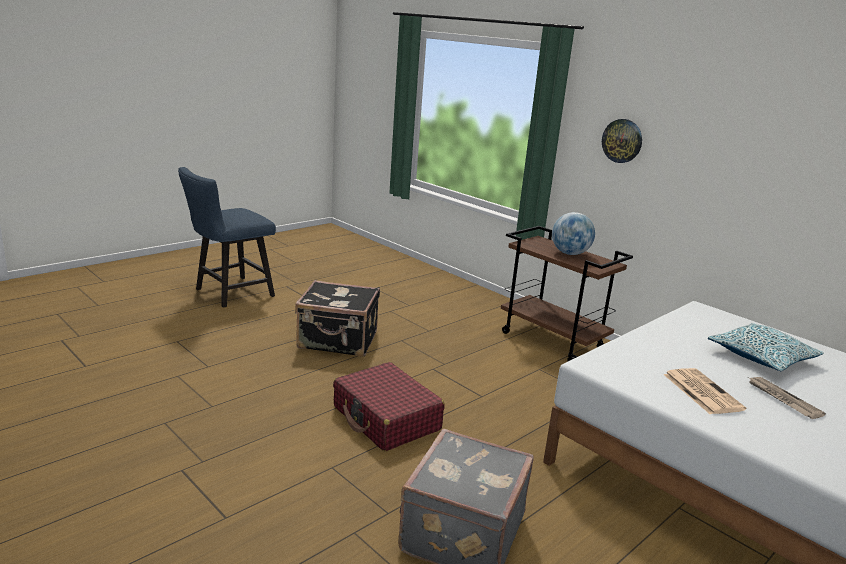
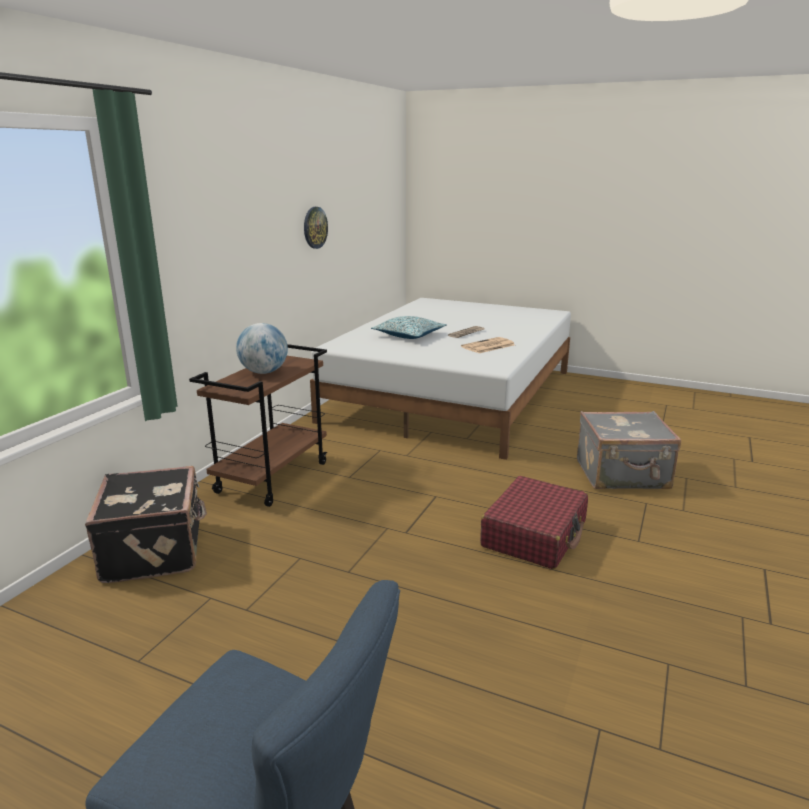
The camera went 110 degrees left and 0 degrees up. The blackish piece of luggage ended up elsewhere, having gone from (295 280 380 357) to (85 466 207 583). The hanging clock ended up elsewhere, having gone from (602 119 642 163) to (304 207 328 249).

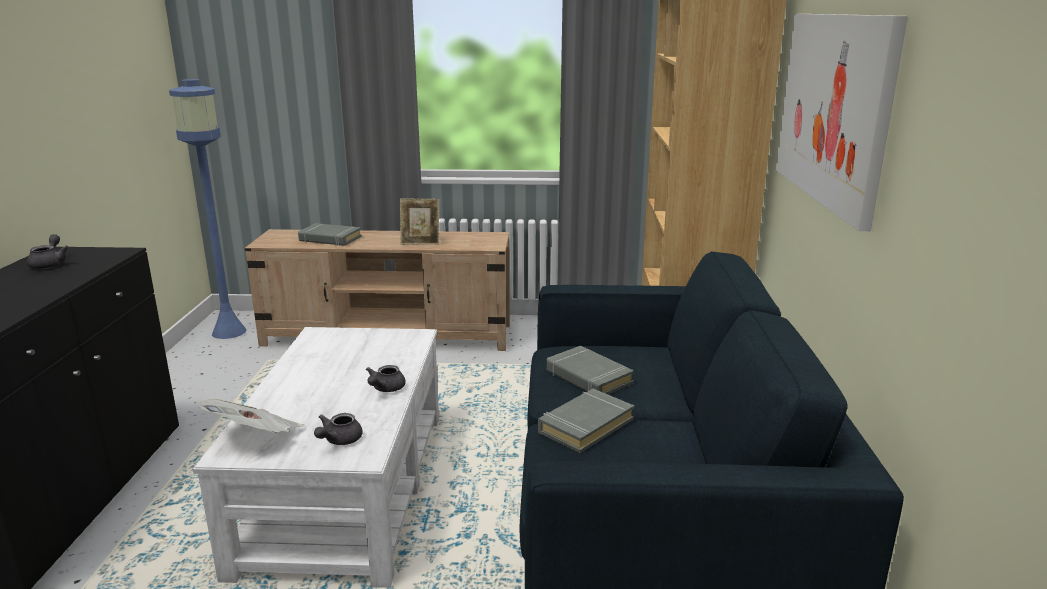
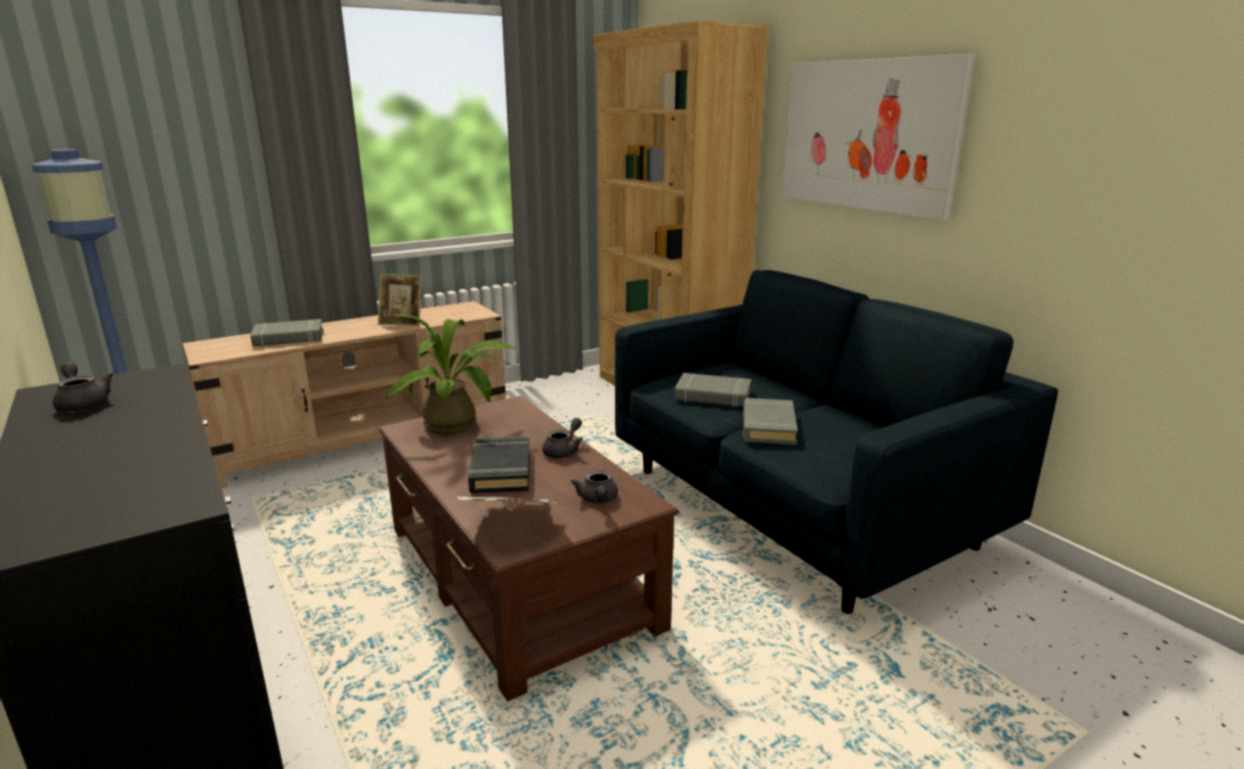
The camera went 35 degrees left and 0 degrees up. The second view gained the houseplant at (384 314 517 435). The second view gained the blackish bound book at (468 437 530 493). What was the white-coloured low table at (193 327 439 588) turned into the brown low table at (379 396 678 702). The gray pot for tea at (366 365 406 392) ended up facing another way, 135 degrees counterclockwise from before. The photo frame at (400 199 439 245) ended up facing another way, 45 degrees clockwise from before.

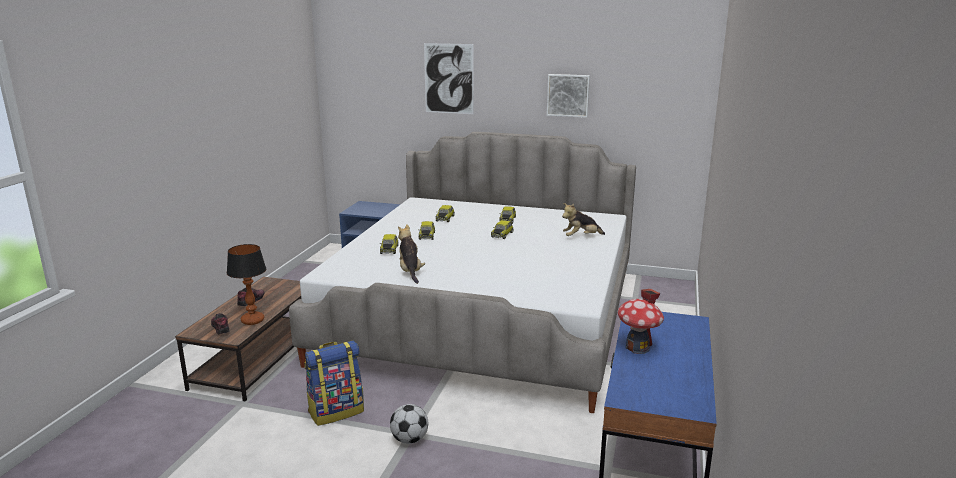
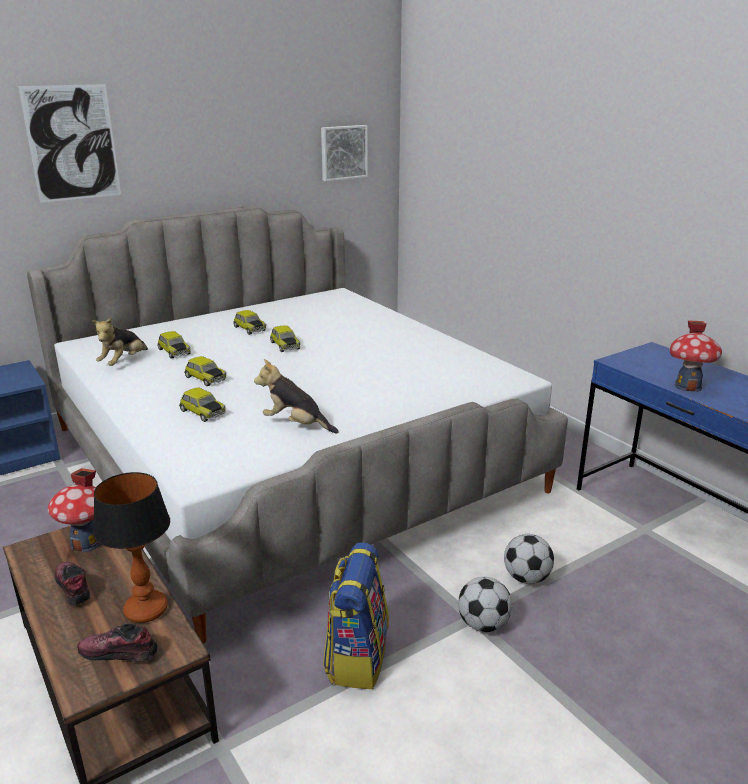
The camera went 50 degrees left and 5 degrees up. The second view gained the toy house at (48 468 101 553). The second view gained the ball for football at (504 534 554 584). The picture ended up elsewhere, having gone from (547 74 590 118) to (321 125 368 181). The cuddly toy ended up elsewhere, having gone from (562 203 605 236) to (92 317 148 366).

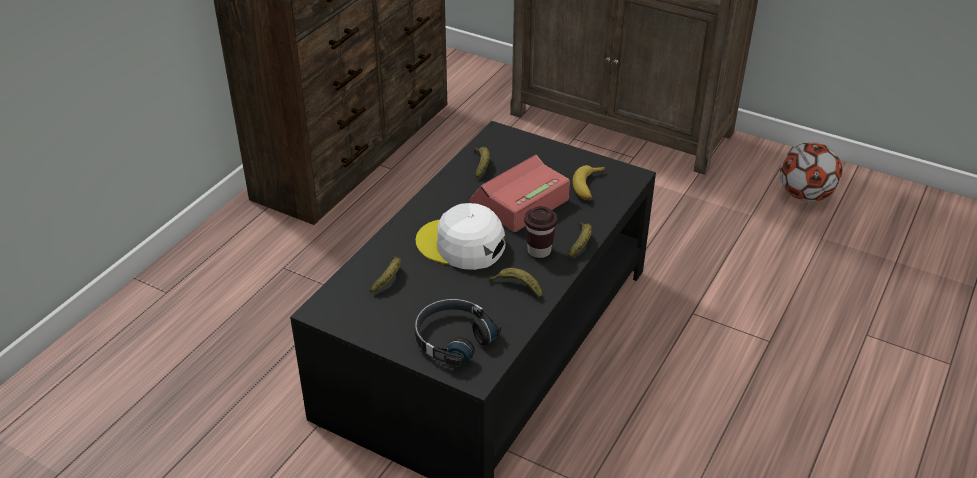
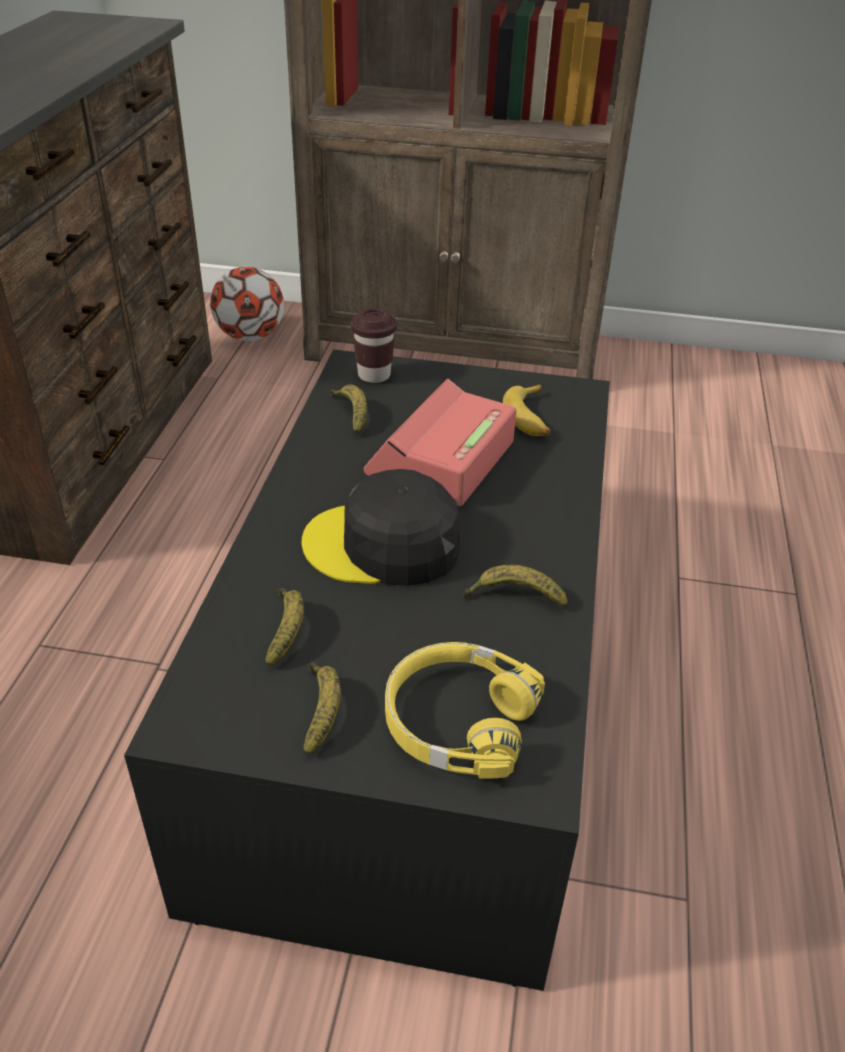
The camera went 20 degrees left and 0 degrees up. The brown cup ended up elsewhere, having gone from (524 206 557 258) to (351 308 397 383). The banana fruit ended up elsewhere, having gone from (568 222 592 257) to (303 662 341 754). The ball for football ended up elsewhere, having gone from (780 142 842 202) to (210 267 284 341). What was the blackish headphones at (415 299 501 367) turned into the yellowish headphones at (385 642 545 779). What was the white-coloured peaked cap at (416 203 506 270) turned into the blackish peaked cap at (302 469 461 586).

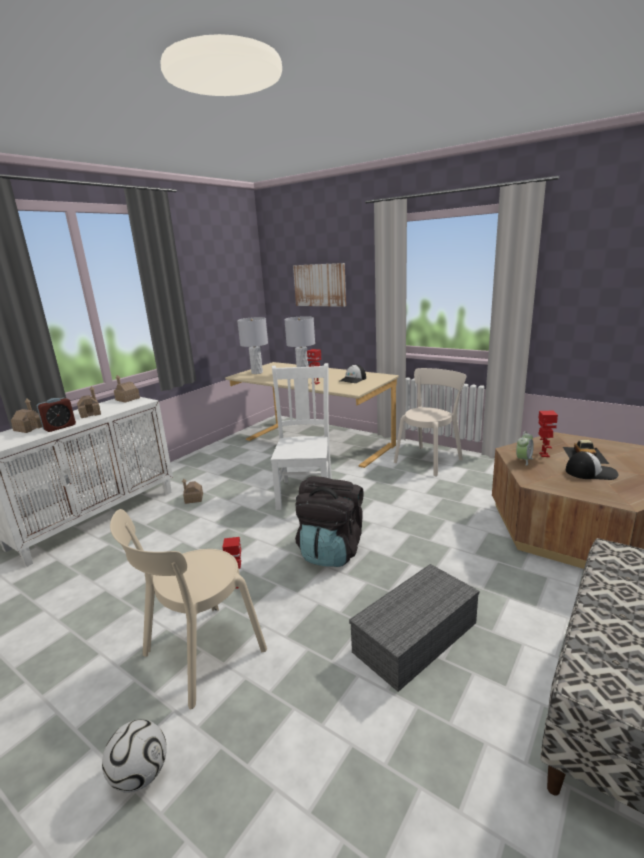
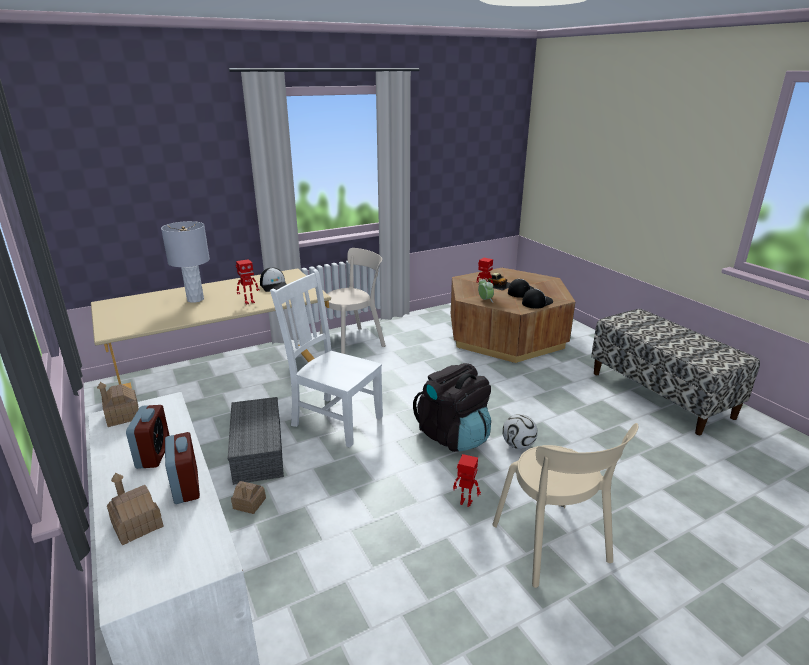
The camera went 65 degrees left and 5 degrees up. The second view lost the gray lamp for a table at (237 317 268 374). The second view lost the picture at (293 263 346 307). The second view gained the peaked cap at (522 289 553 309). The ball for football ended up elsewhere, having gone from (102 719 167 792) to (502 414 538 449). The gray storage bin ended up elsewhere, having gone from (349 564 479 692) to (228 397 284 485). Where the toy house stood at (77 386 101 418), the alarm clock came to stand at (126 405 170 469). The beige-coloured upright chair at (394 368 466 476) ended up facing another way, 75 degrees clockwise from before.

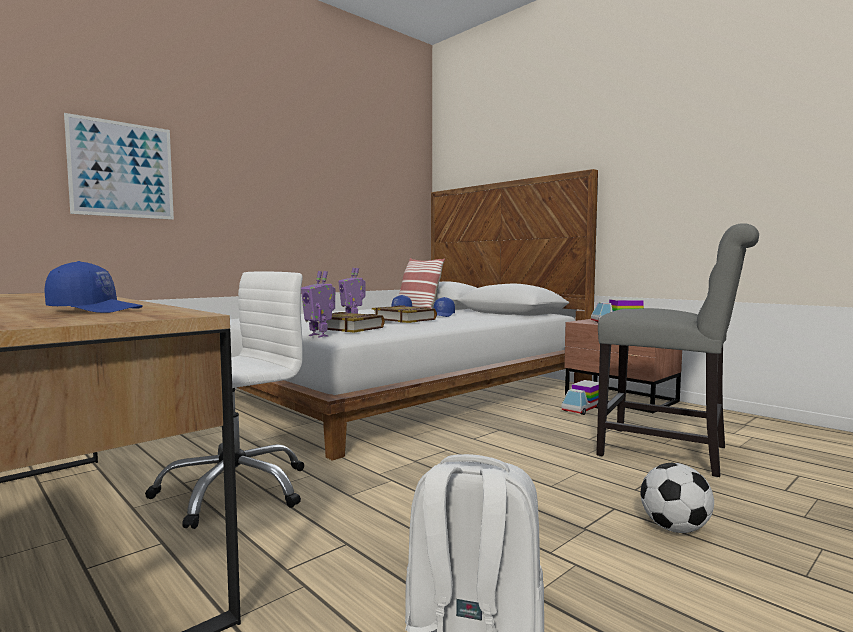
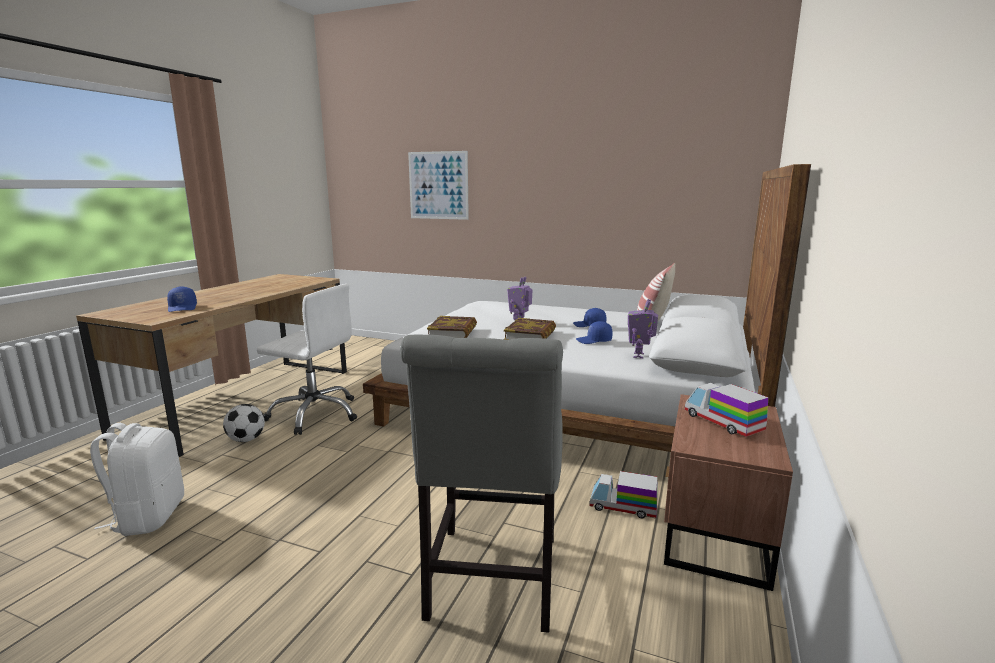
The camera went 65 degrees right and 10 degrees up. The robot figure ended up elsewhere, having gone from (301 271 335 338) to (628 299 658 358). The ball for football ended up elsewhere, having gone from (641 463 714 533) to (223 404 265 442).

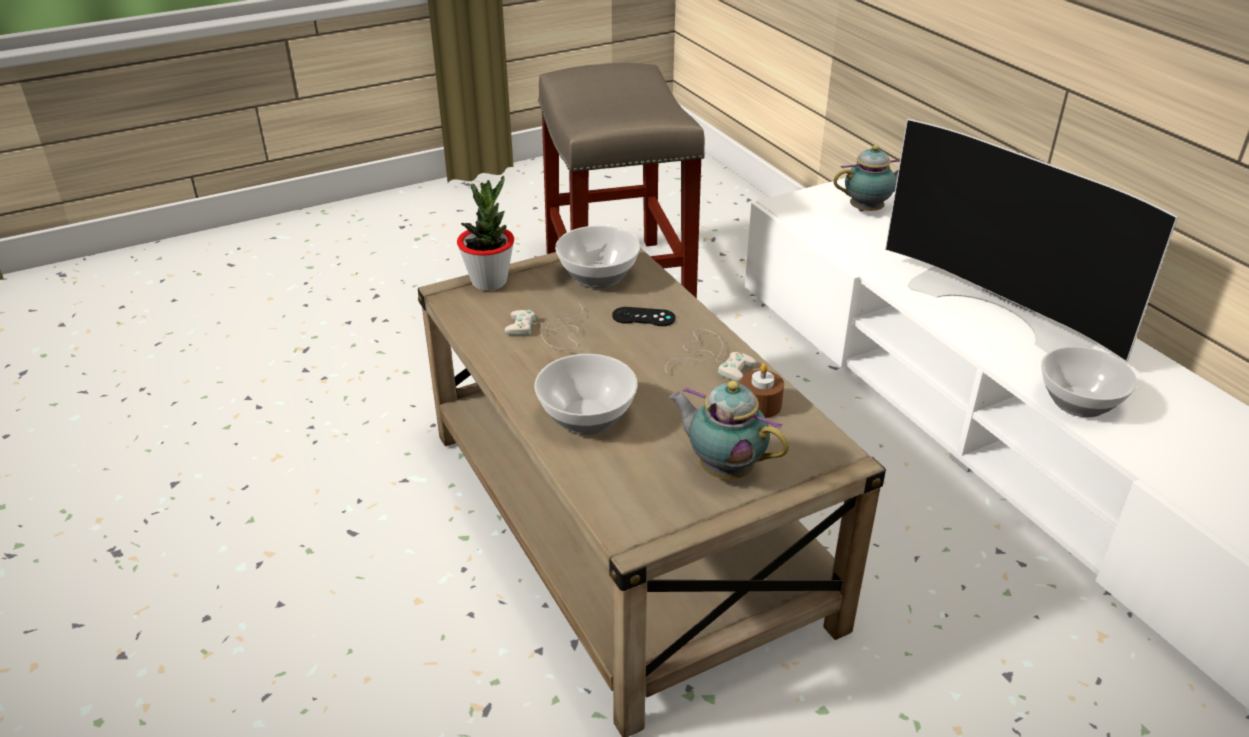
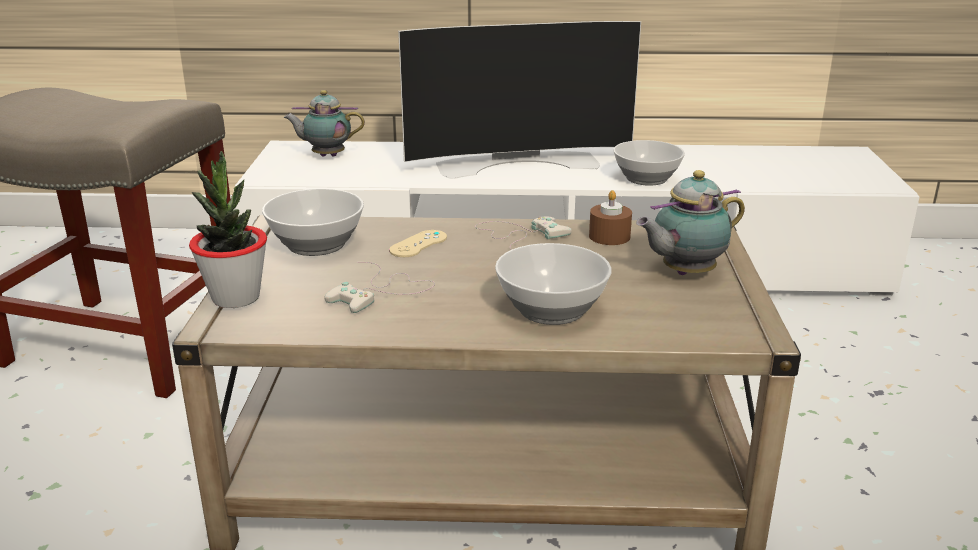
The camera went 60 degrees left and 10 degrees down. What was the blackish joypad at (612 307 676 326) turned into the beige-coloured joypad at (389 230 447 257). The pot for tea at (833 145 900 211) ended up facing another way, 105 degrees counterclockwise from before.

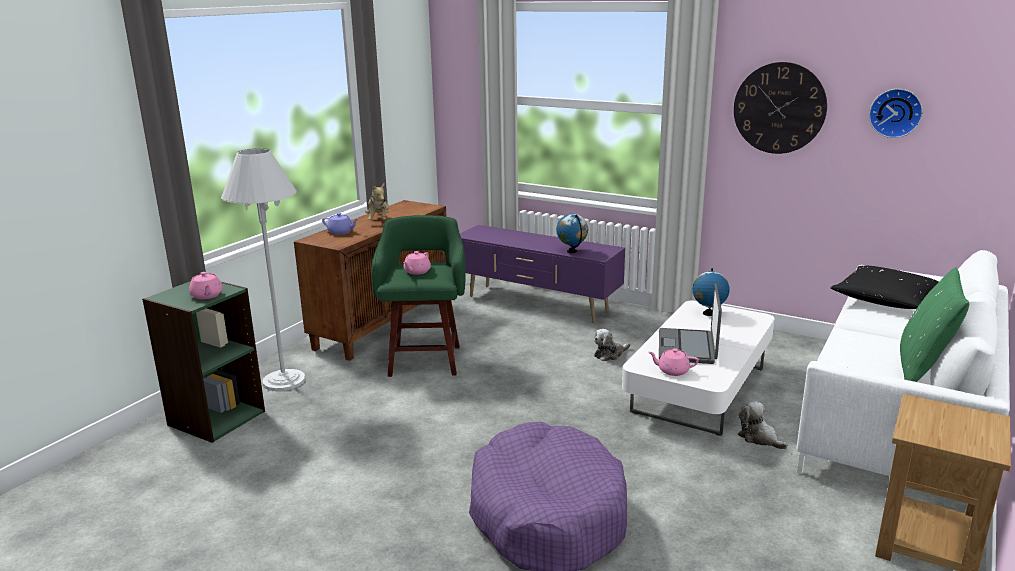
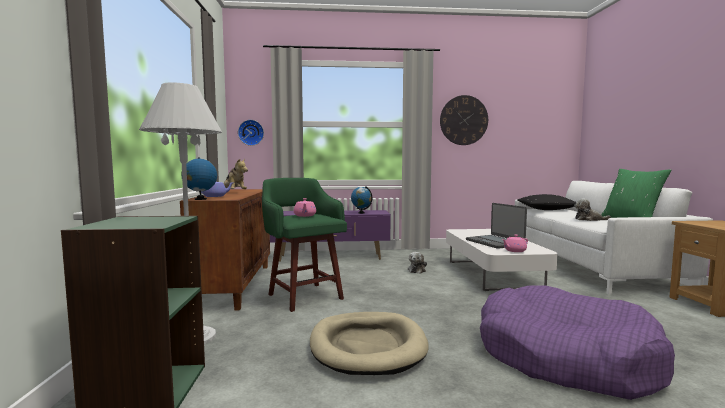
The camera went 35 degrees left and 15 degrees down. The second view lost the pinkish pot for tea at (189 272 223 299). The second view gained the beige-coloured dog bed at (310 312 429 375). The globe ended up elsewhere, having gone from (692 268 730 316) to (181 157 217 200). The cuddly toy ended up elsewhere, having gone from (738 401 788 449) to (574 198 611 221). The hanging clock ended up elsewhere, having gone from (869 89 923 138) to (238 120 264 146).

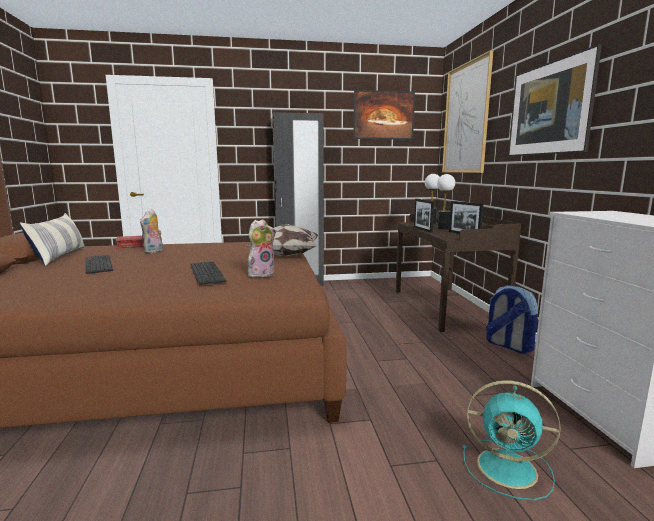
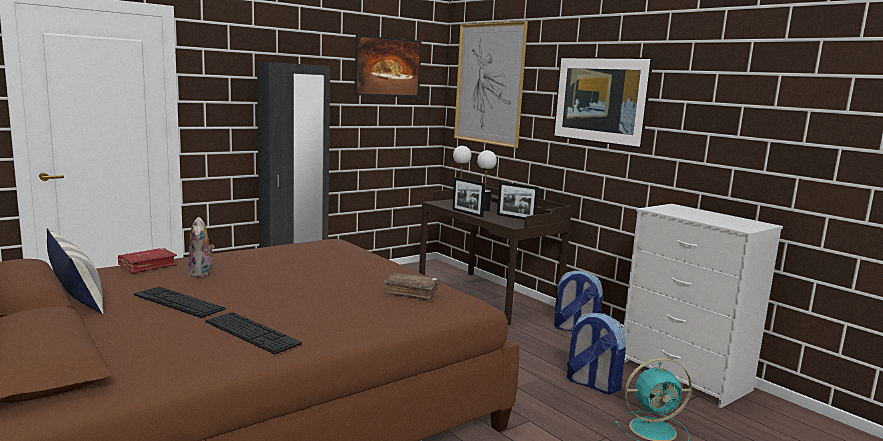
The camera went 30 degrees left and 0 degrees up. The second view lost the cushion at (246 224 319 256). The second view gained the rucksack at (567 313 626 395). The PC keyboard ended up elsewhere, having gone from (190 261 227 285) to (205 312 302 354). Where the cuddly toy stood at (247 219 276 277), the brown bound book came to stand at (383 272 439 301).

